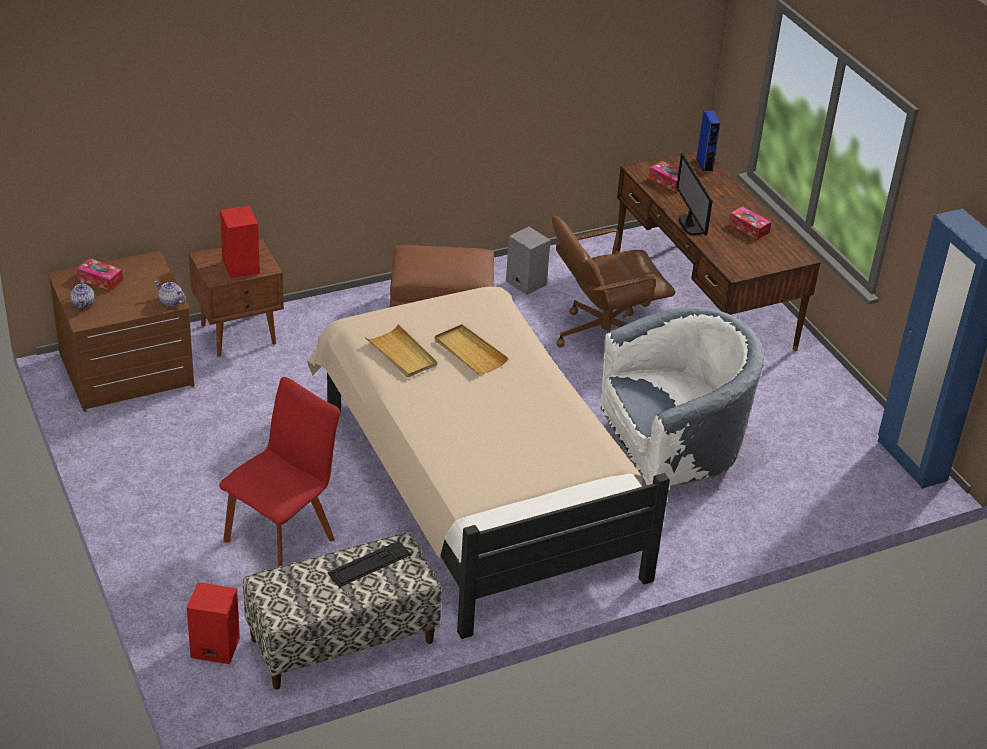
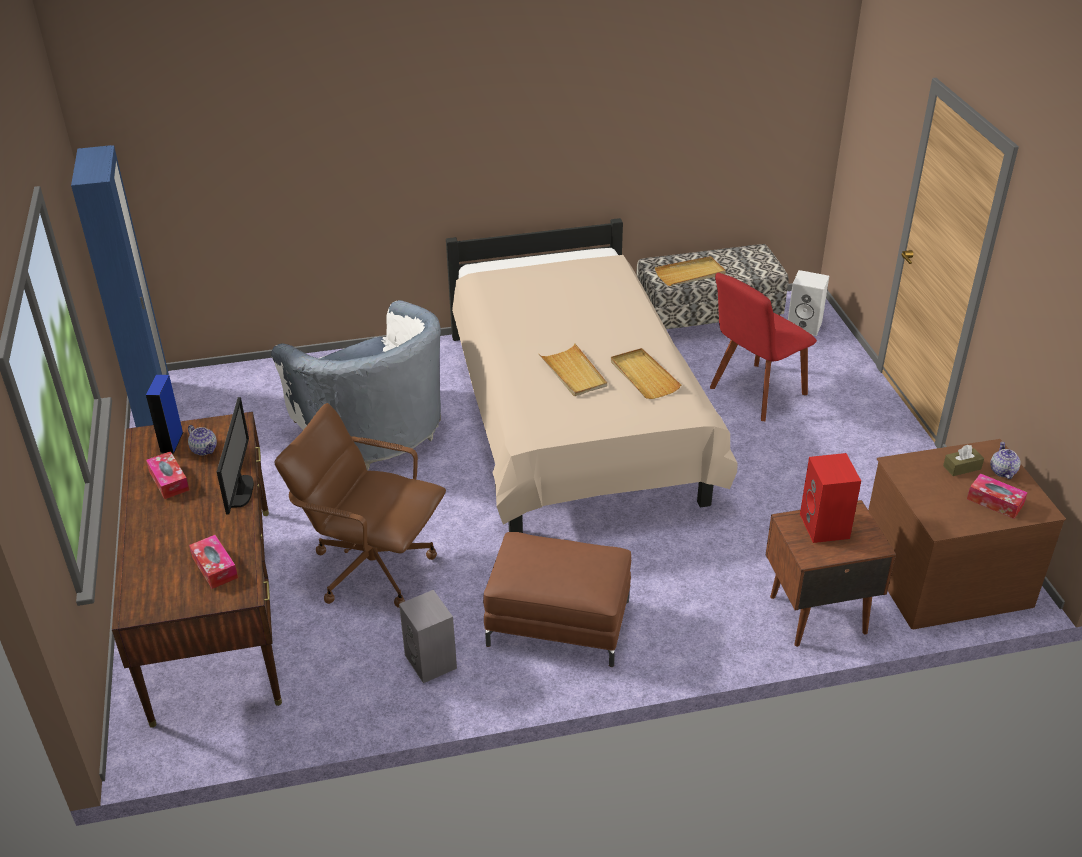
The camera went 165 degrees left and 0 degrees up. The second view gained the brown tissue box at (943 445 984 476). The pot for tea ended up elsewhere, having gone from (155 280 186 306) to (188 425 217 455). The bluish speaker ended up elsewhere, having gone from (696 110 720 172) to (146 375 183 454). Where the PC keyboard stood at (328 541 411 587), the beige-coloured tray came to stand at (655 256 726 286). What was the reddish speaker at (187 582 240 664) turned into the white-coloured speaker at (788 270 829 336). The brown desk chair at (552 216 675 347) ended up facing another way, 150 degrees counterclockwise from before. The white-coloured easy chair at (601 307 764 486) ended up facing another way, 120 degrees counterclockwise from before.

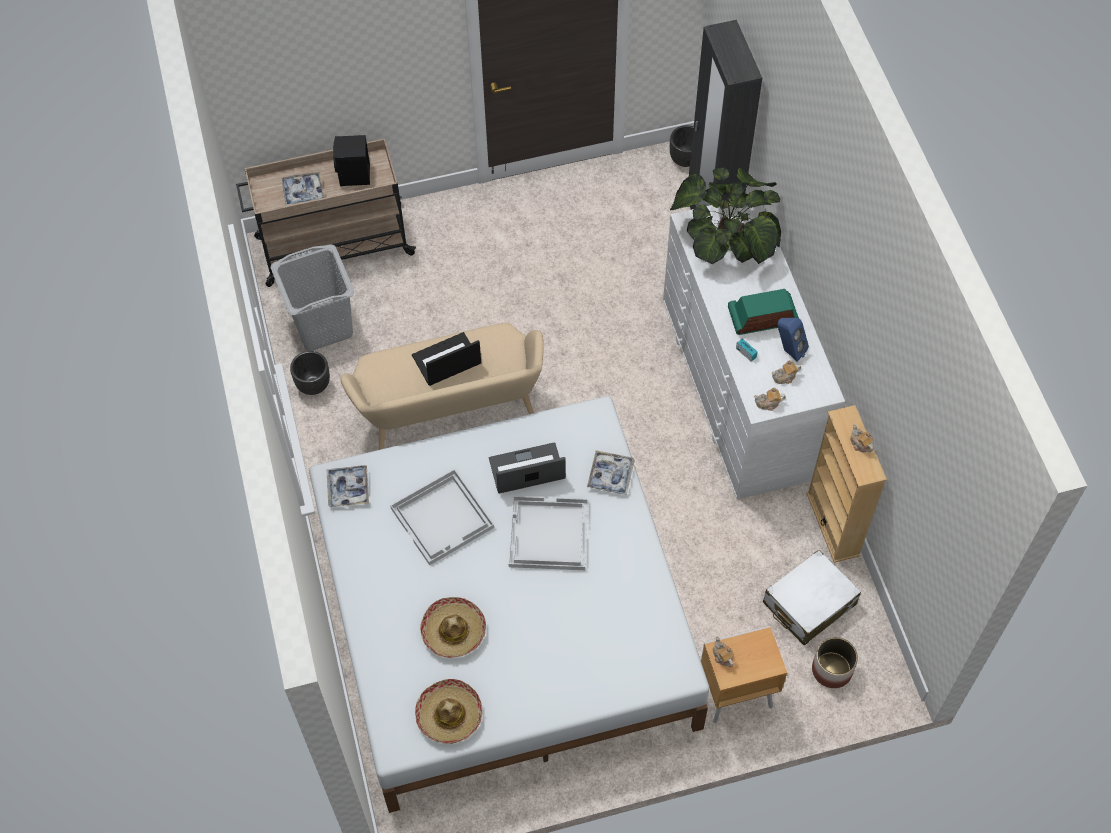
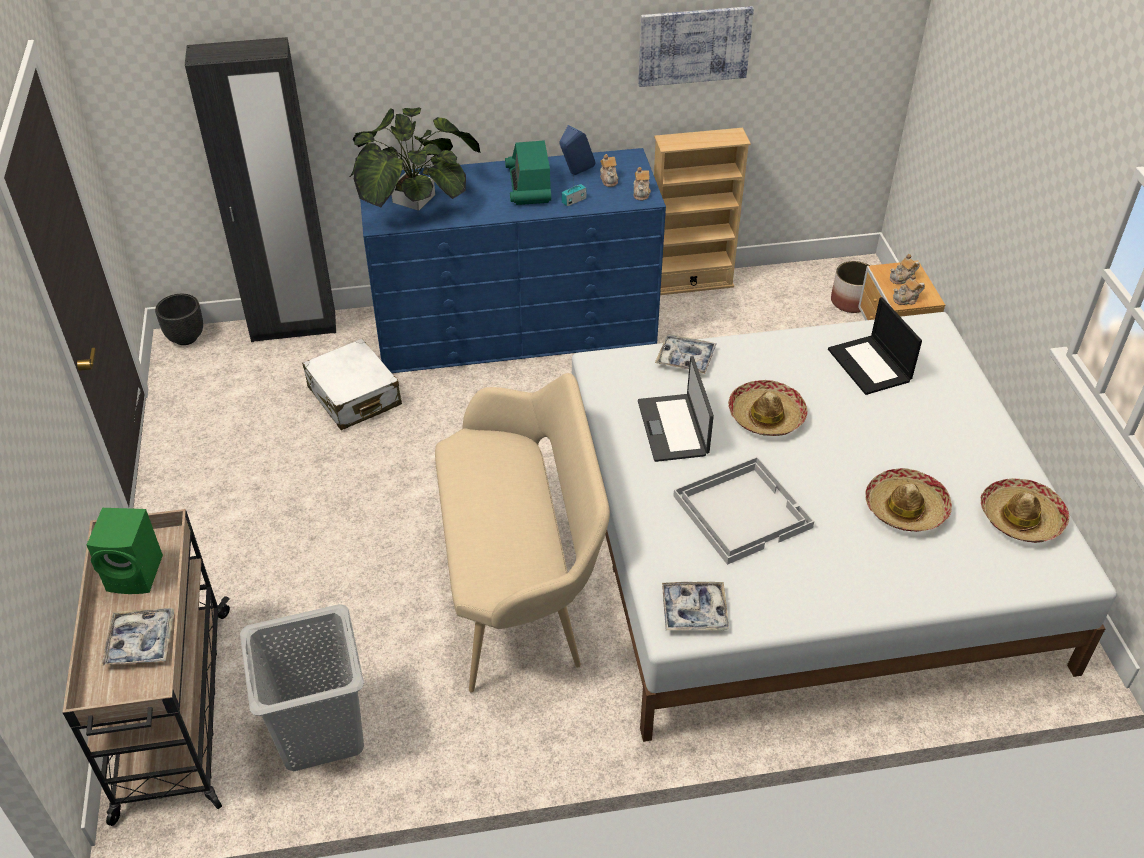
The camera went 85 degrees left and 15 degrees down. The second view lost the blackish planter at (290 351 330 395). The second view gained the picture at (638 6 754 87). The laptop ended up elsewhere, having gone from (412 332 481 386) to (828 297 922 395). The white-coloured piece of luggage ended up elsewhere, having gone from (763 550 861 645) to (303 339 402 430). The pot for tea ended up elsewhere, having gone from (850 424 874 453) to (890 254 920 284). Where the white-coloured tray stood at (509 496 588 570), the hat came to stand at (728 380 808 436). What was the blackish speaker at (333 135 370 186) turned into the green-coloured speaker at (86 508 163 594). What was the white-coloured chest of drawers at (663 204 845 500) turned into the bluish chest of drawers at (360 148 666 373).

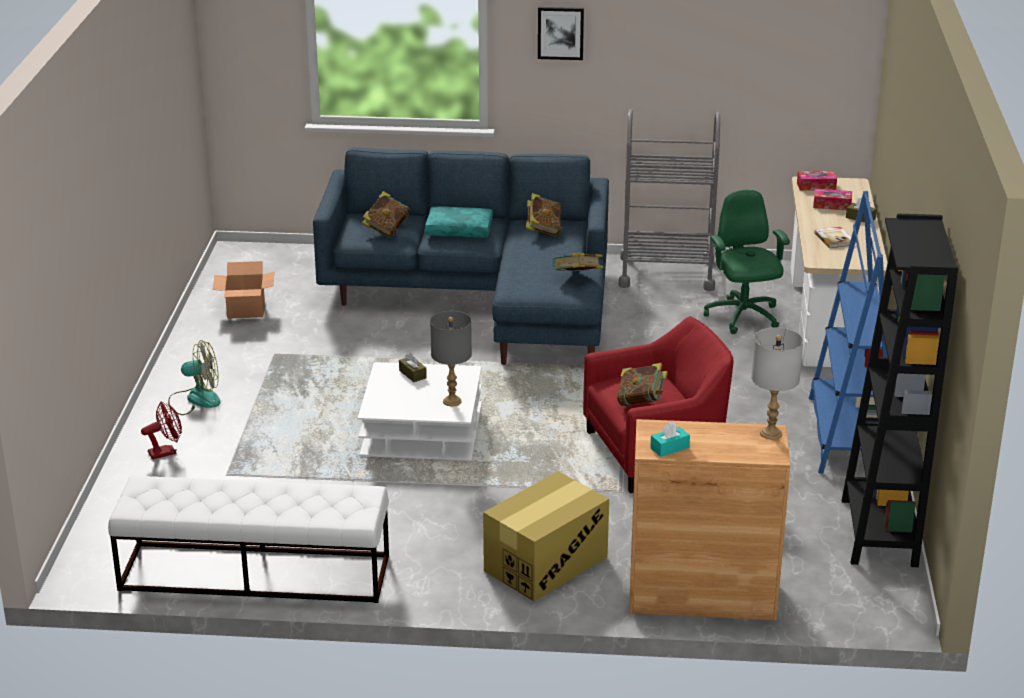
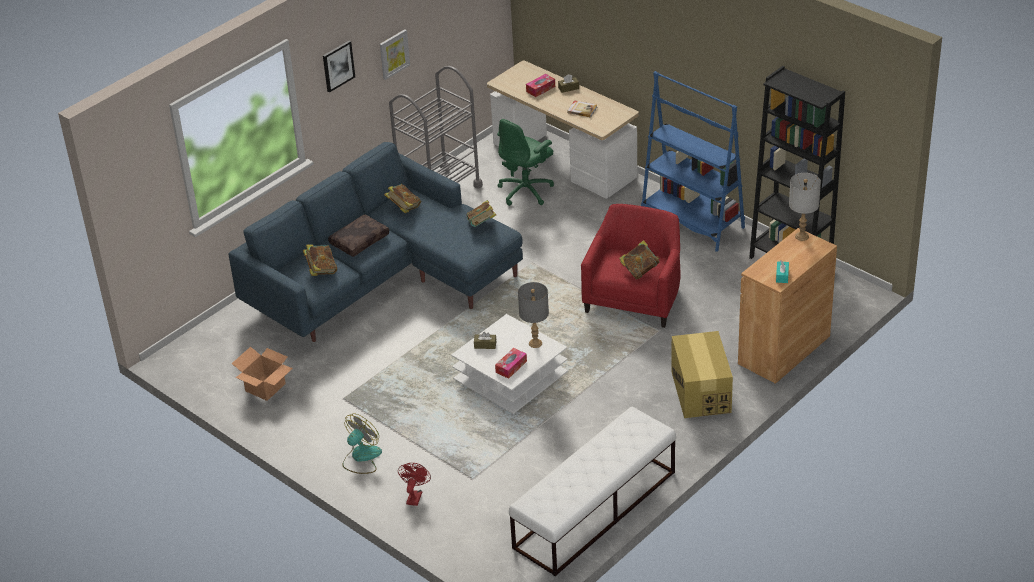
The camera went 50 degrees left and 10 degrees up. The second view gained the picture at (379 29 410 80). The tissue box ended up elsewhere, having gone from (797 171 837 191) to (495 348 527 379). What was the blue-green cushion at (425 206 493 237) turned into the brown cushion at (328 214 389 257). The green-coloured desk chair at (704 190 790 334) ended up facing another way, 75 degrees counterclockwise from before.

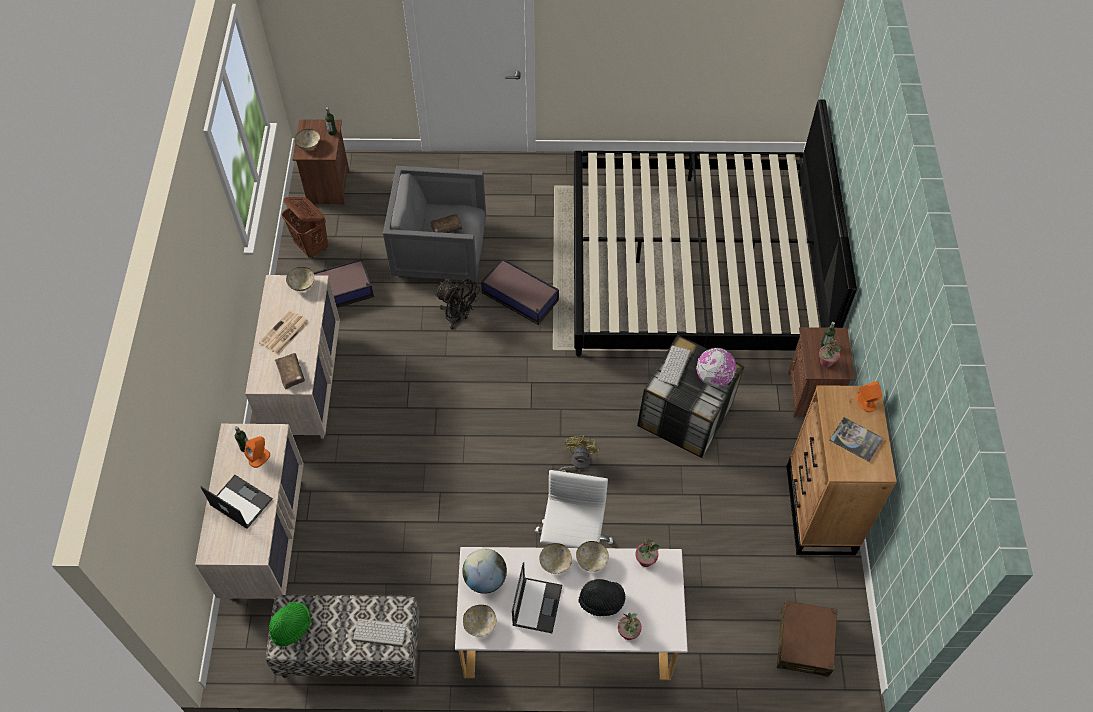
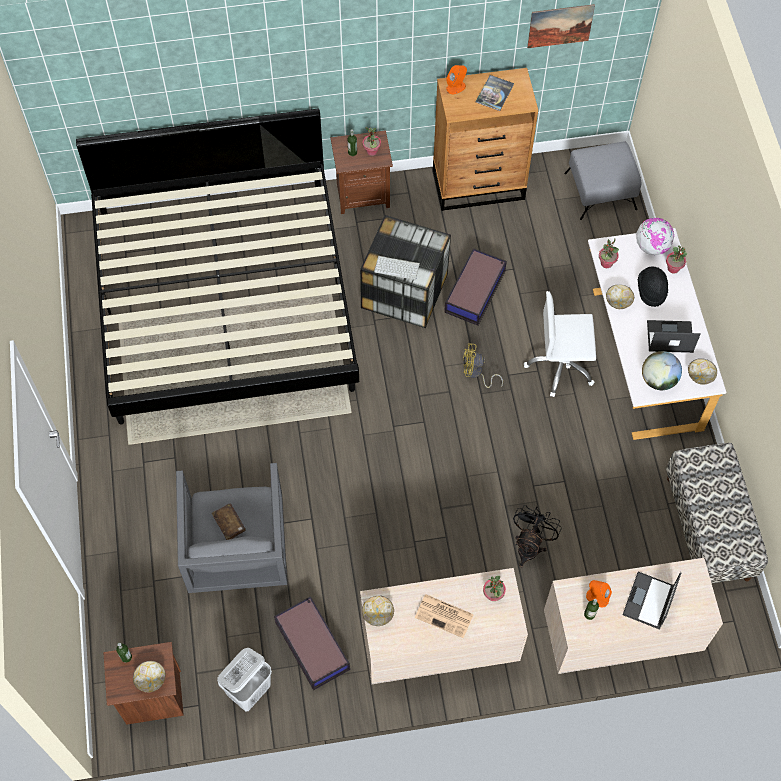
The camera went 100 degrees left and 5 degrees up. The second view lost the green-coloured hat at (269 602 311 646). The second view lost the PC keyboard at (353 619 407 647). The second view lost the serving bowl at (539 543 572 574). The second view gained the picture at (527 4 595 48). The blackish electric fan ended up elsewhere, having gone from (435 279 480 329) to (513 505 562 568). The storage bin ended up elsewhere, having gone from (481 258 559 325) to (444 248 507 326). The globe ended up elsewhere, having gone from (696 348 736 387) to (636 218 674 255). Where the brown bound book stood at (275 353 305 389), the houseplant came to stand at (483 576 506 601). Where the brown piece of luggage stood at (777 601 837 677), the gray footrest came to stand at (564 141 641 220). What was the brown laundry basket at (282 197 328 259) turned into the white-coloured laundry basket at (217 648 272 712).

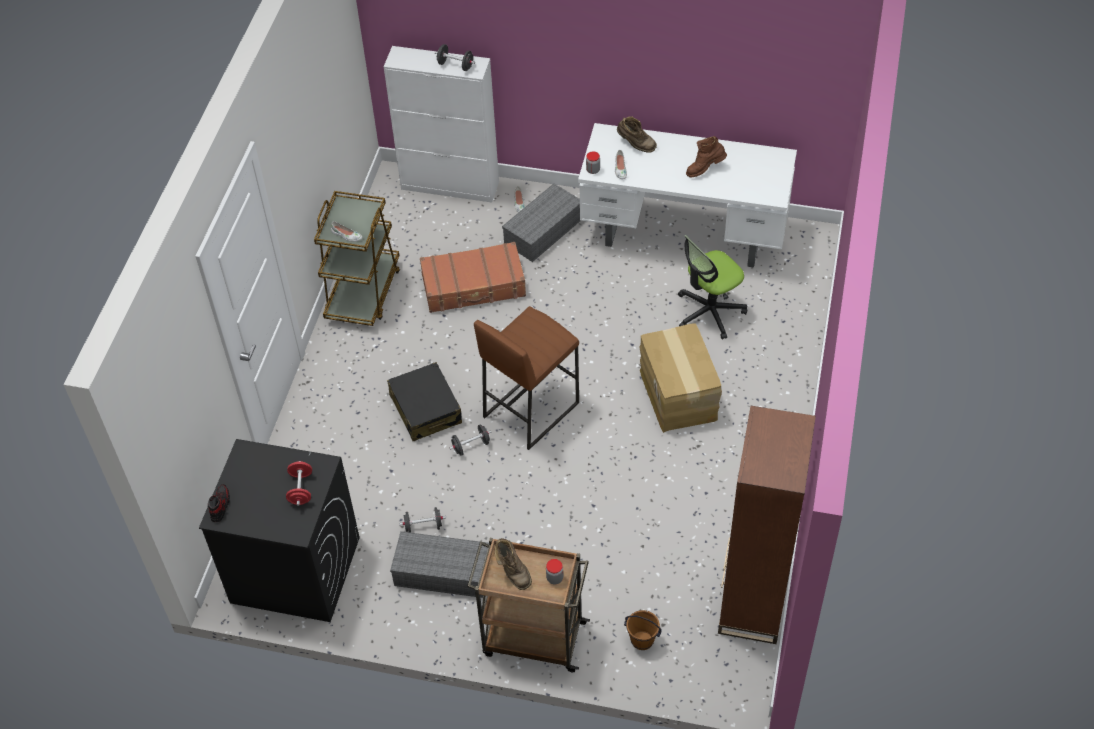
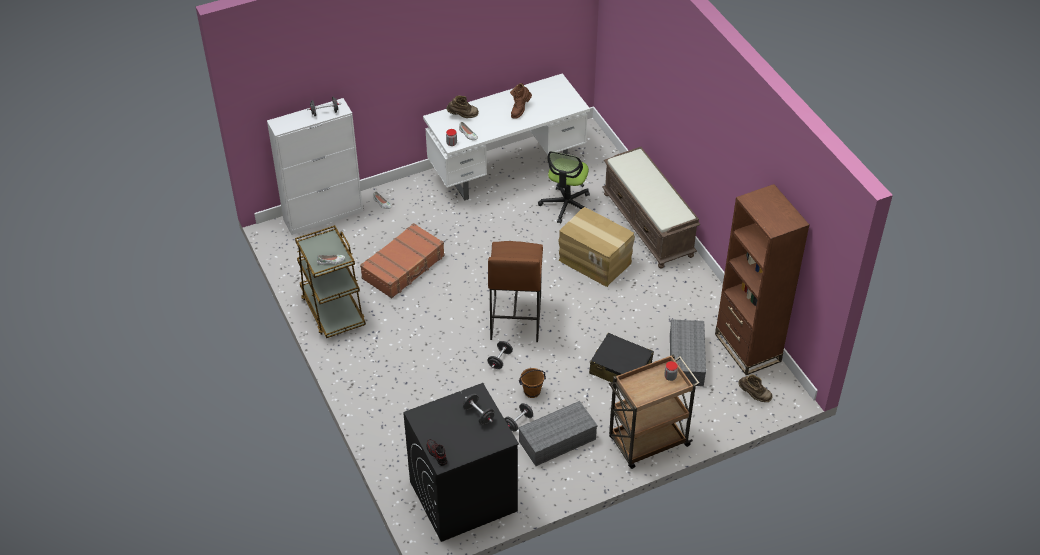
The camera went 40 degrees left and 5 degrees down. The second view gained the brown bench at (602 147 700 268). The blackish piece of luggage ended up elsewhere, having gone from (387 362 462 441) to (589 333 654 382). The brown high-top boot ended up elsewhere, having gone from (495 538 532 590) to (738 375 773 402). The gray storage bin ended up elsewhere, having gone from (502 183 580 262) to (670 319 706 386). The brown pail ended up elsewhere, having gone from (624 610 662 650) to (519 368 546 398). What was the reddish dumbbell at (286 461 312 506) turned into the blackish dumbbell at (463 394 495 425).

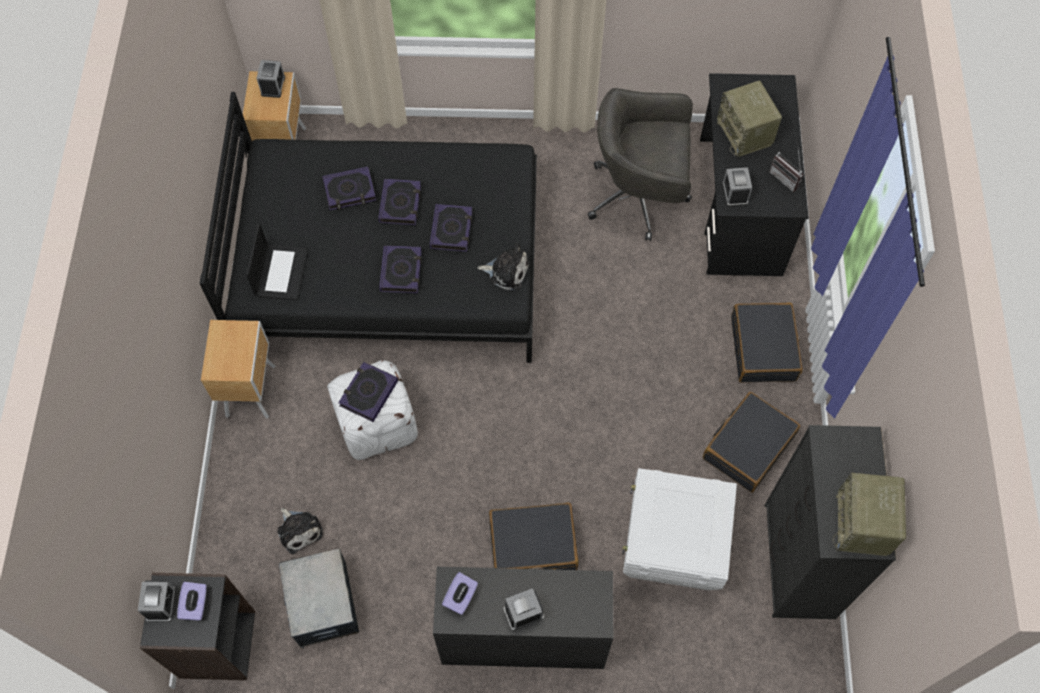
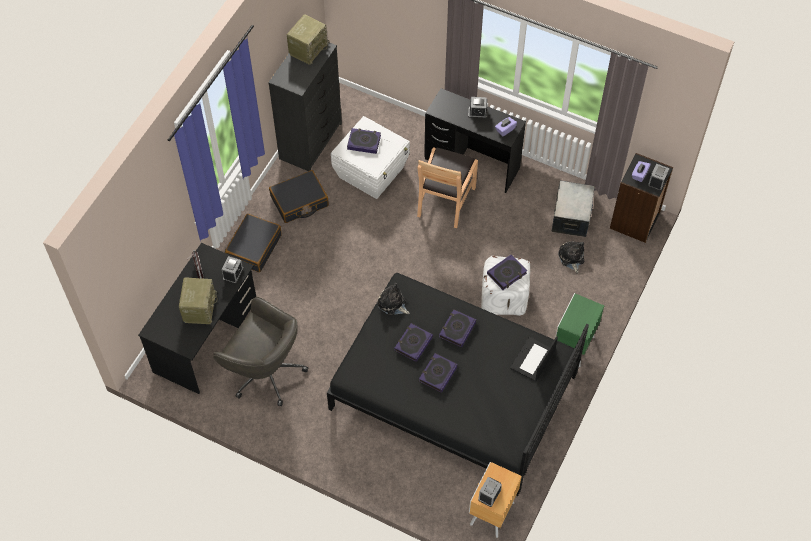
The camera went 155 degrees left and 5 degrees down. The bound book ended up elsewhere, having gone from (322 167 376 210) to (347 128 381 154). Where the blackish piece of luggage stood at (489 503 579 570), the brown upright chair came to stand at (417 147 478 228). What was the brown nightstand at (201 320 276 419) turned into the green-coloured nightstand at (555 293 604 367).

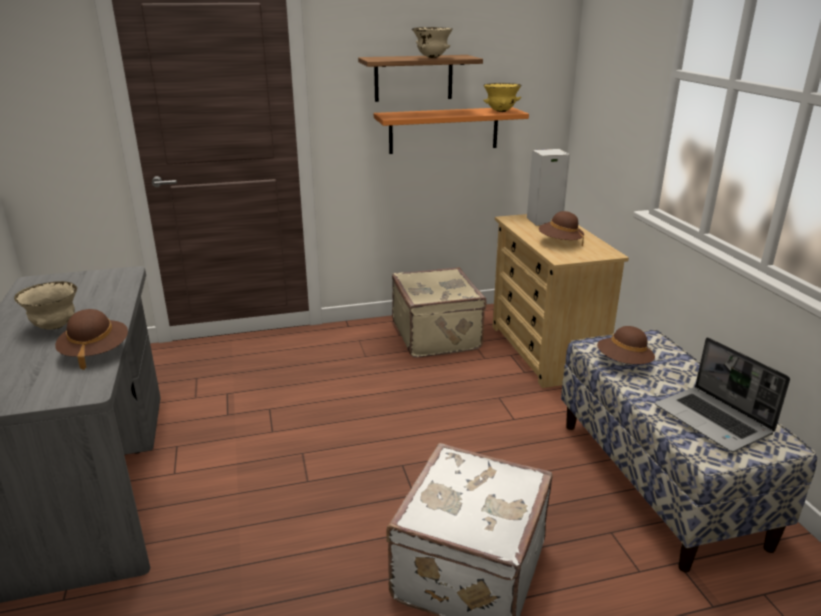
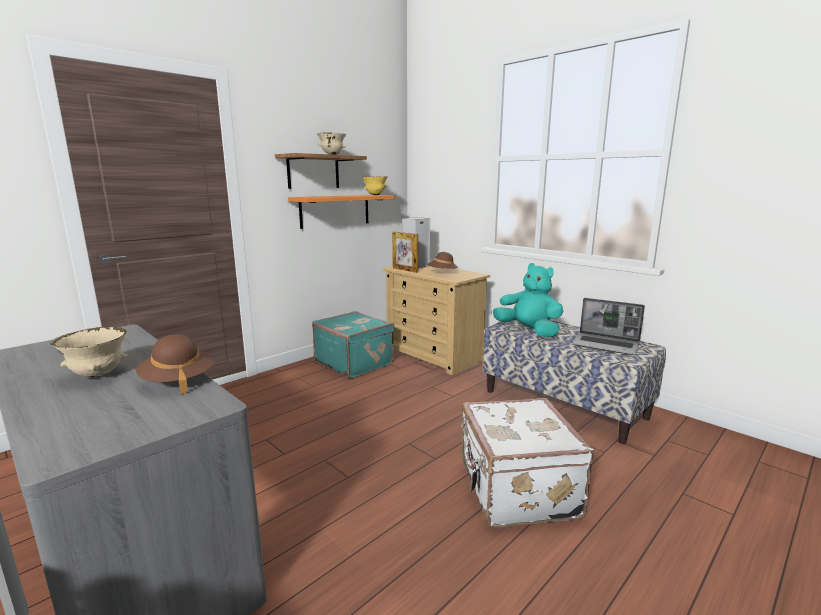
The camera went 30 degrees left and 10 degrees down. The second view gained the photo frame at (392 232 418 273). Where the brown hat stood at (597 326 655 364), the blue-green cuddly toy came to stand at (493 263 563 337). What was the beige-coloured piece of luggage at (392 267 487 357) turned into the blue-green piece of luggage at (312 311 395 378).

